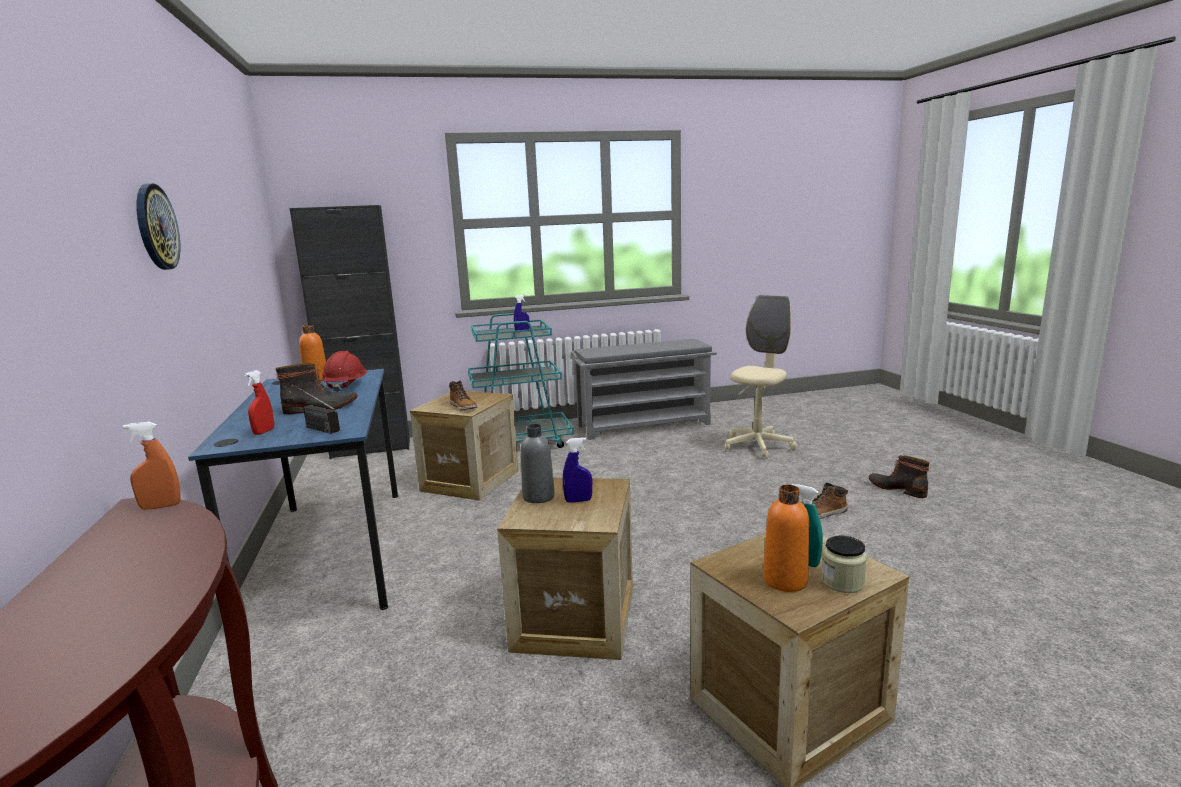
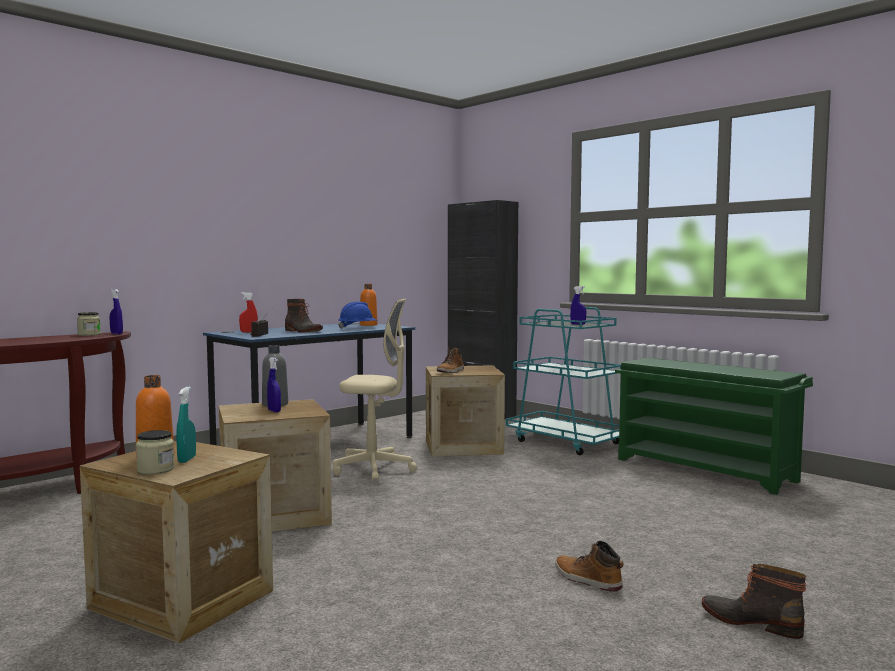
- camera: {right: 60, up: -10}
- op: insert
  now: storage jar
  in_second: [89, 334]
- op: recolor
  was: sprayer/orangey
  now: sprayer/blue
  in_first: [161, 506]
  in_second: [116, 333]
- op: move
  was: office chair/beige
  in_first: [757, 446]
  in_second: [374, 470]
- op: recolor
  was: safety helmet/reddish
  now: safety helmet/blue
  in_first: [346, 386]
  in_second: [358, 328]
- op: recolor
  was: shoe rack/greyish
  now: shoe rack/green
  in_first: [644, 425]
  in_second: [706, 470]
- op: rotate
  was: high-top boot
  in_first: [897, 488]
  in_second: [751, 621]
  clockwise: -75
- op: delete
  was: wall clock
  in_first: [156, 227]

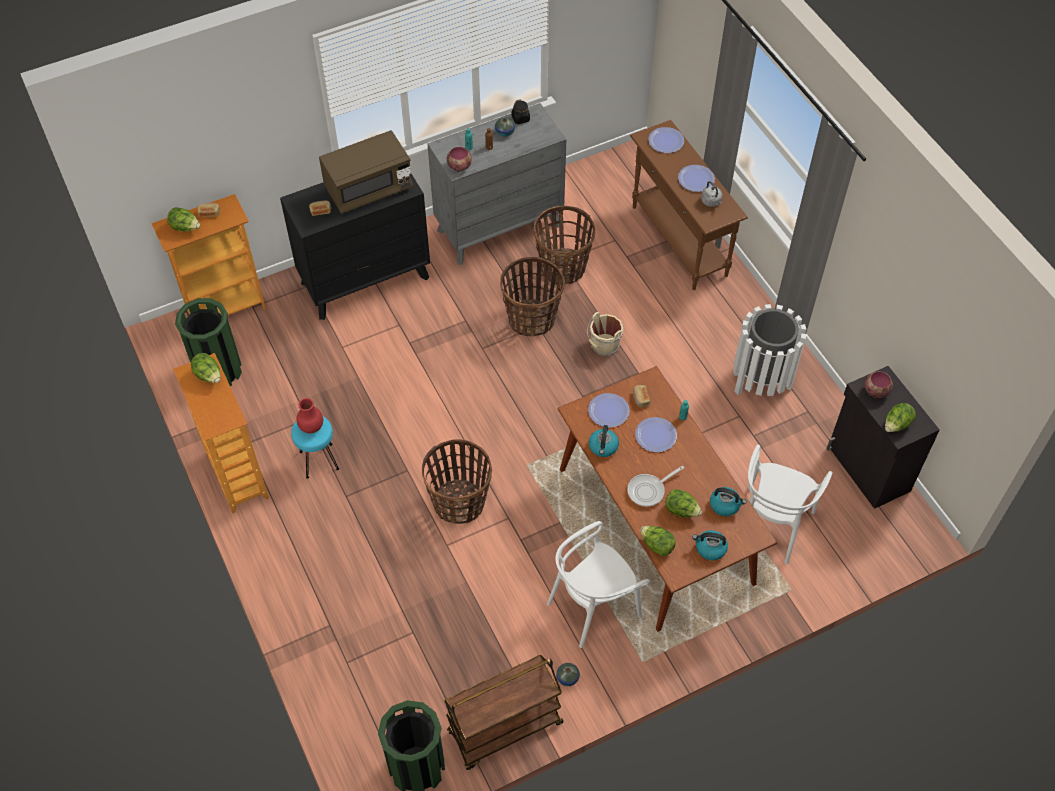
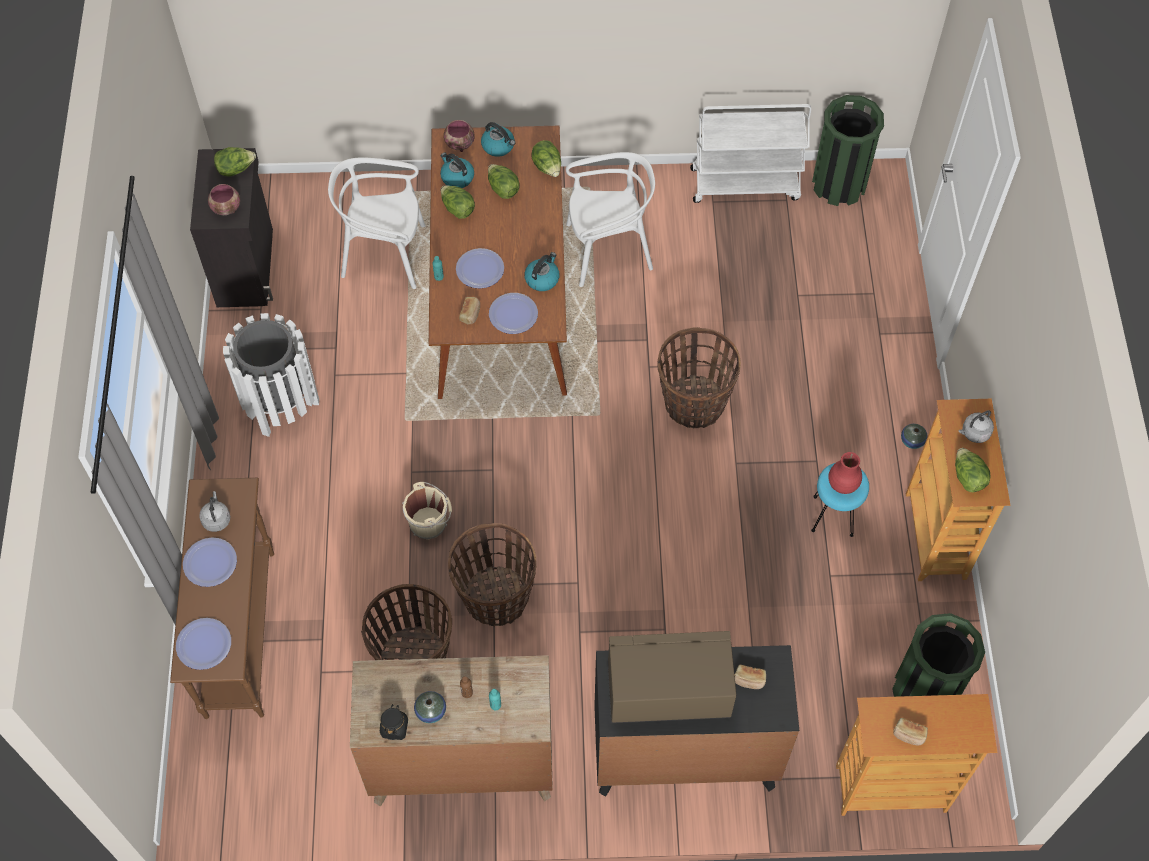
- camera: {right: -155, up: 5}
- op: rotate
  was: plain chair/white-coloured
  in_first: [771, 525]
  in_second: [385, 254]
  clockwise: -135
- op: recolor
  was: drawer chest/greyish
  now: drawer chest/brownish
  in_first: [499, 227]
  in_second: [462, 764]
- op: move
  was: lettuce
  in_first: [185, 228]
  in_second: [457, 209]
- op: move
  was: deep dish
  in_first: [460, 166]
  in_second: [459, 144]
- op: recolor
  was: cart/brownish
  now: cart/white-coloured
  in_first: [504, 729]
  in_second: [745, 183]
- op: move
  was: decorative vase
  in_first: [567, 678]
  in_second: [912, 441]
- op: insert
  now: tea kettle/greyish
  in_second: [974, 433]
- op: delete
  was: frying pan
  in_first: [649, 490]

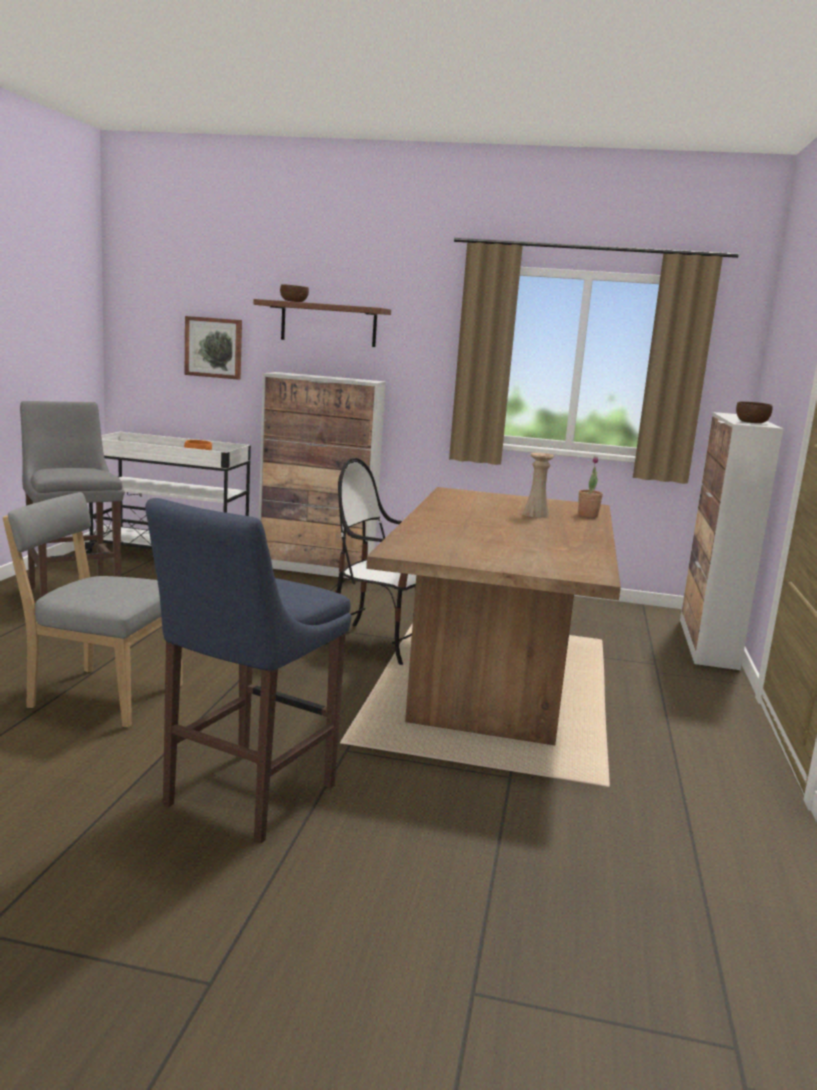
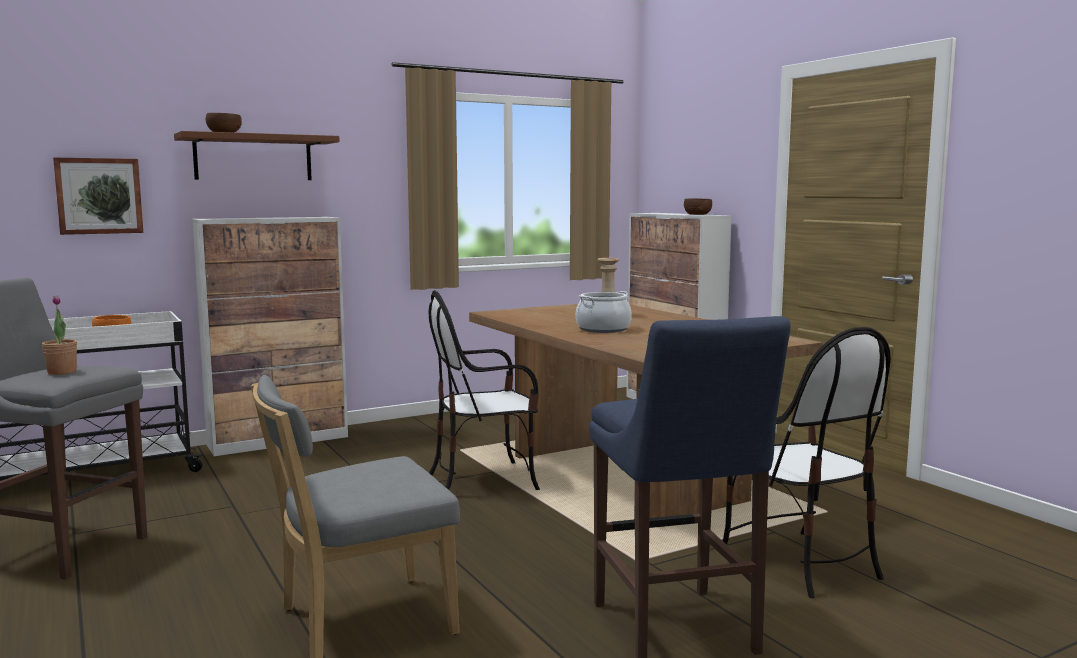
- camera: {right: -40, up: -5}
- op: move
  was: houseplant
  in_first: [587, 515]
  in_second: [62, 372]
- op: insert
  now: saucepot
  in_second: [603, 329]
- op: insert
  now: plain chair
  in_second: [799, 563]

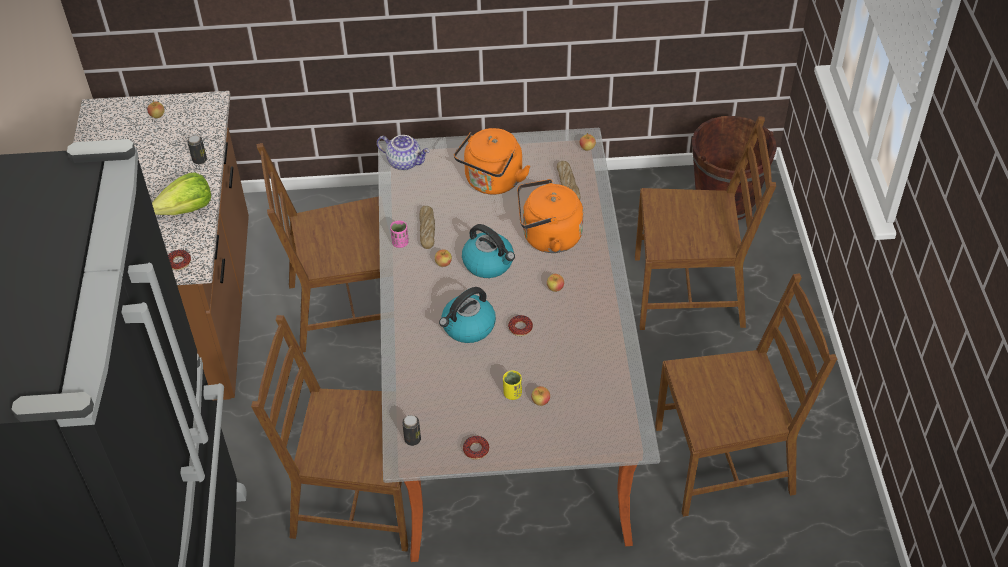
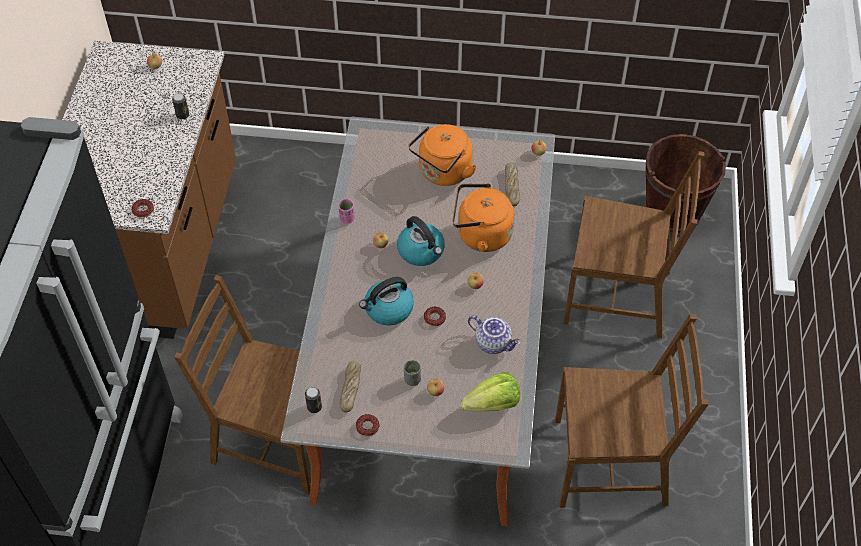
- camera: {right: 10, up: 5}
- op: move
  was: bread
  in_first: [427, 230]
  in_second: [350, 388]
- op: recolor
  was: drinking cup/yellowish
  now: drinking cup/greyish
  in_first: [512, 393]
  in_second: [412, 379]
- op: move
  was: lettuce
  in_first: [187, 209]
  in_second: [493, 404]
- op: move
  was: teapot
  in_first: [405, 162]
  in_second: [494, 342]
- op: delete
  was: plain chair/brownish
  in_first: [345, 309]

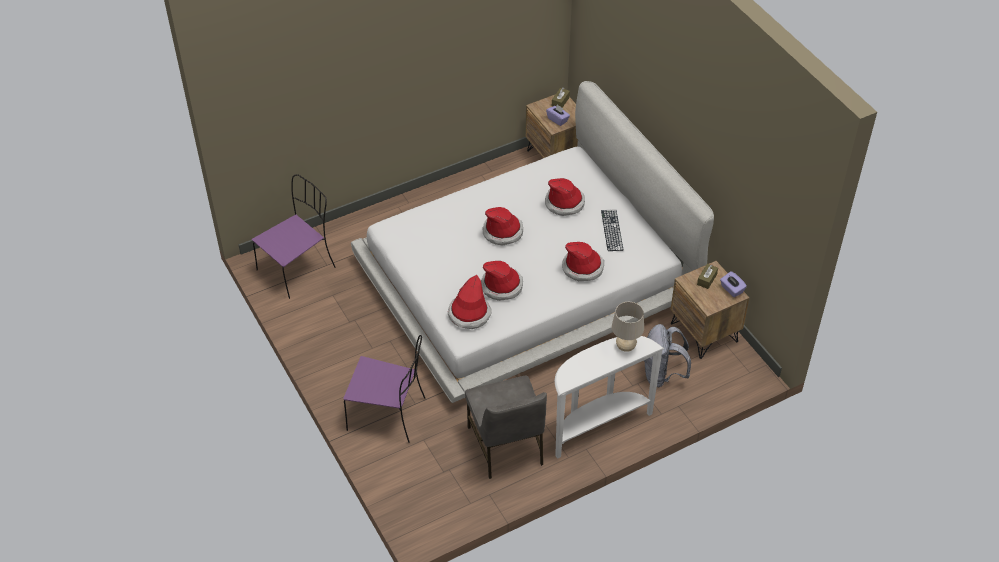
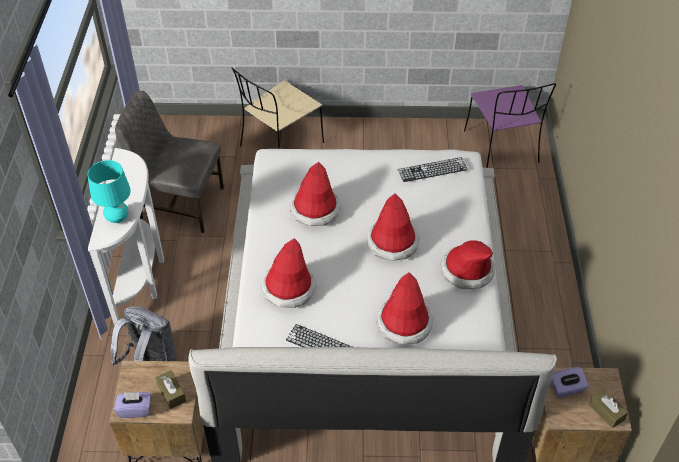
- camera: {right: 120, up: 0}
- op: recolor
  was: lamp for a table/beige
  now: lamp for a table/blue-green
  in_first: [625, 347]
  in_second: [117, 218]
- op: recolor
  was: plain chair/purplish
  now: plain chair/beige
  in_first: [388, 414]
  in_second: [280, 145]
- op: insert
  now: keyboard
  in_second: [432, 170]
- op: move
  was: clothing hat
  in_first: [469, 314]
  in_second: [467, 270]

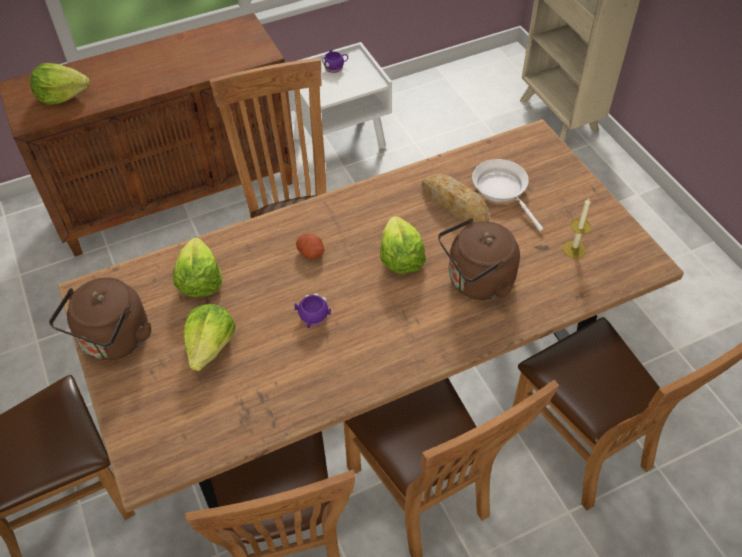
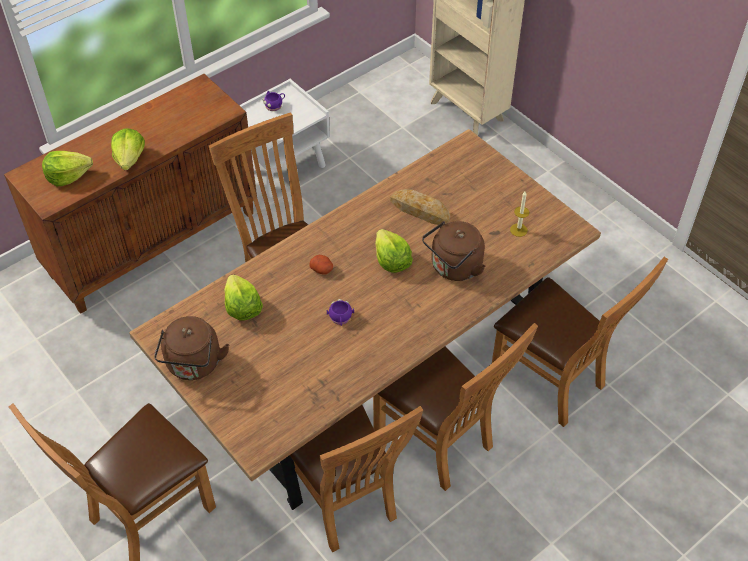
- camera: {right: -15, up: 0}
- op: move
  was: lettuce
  in_first: [210, 346]
  in_second: [130, 158]
- op: delete
  was: frying pan/white-coloured
  in_first: [502, 190]

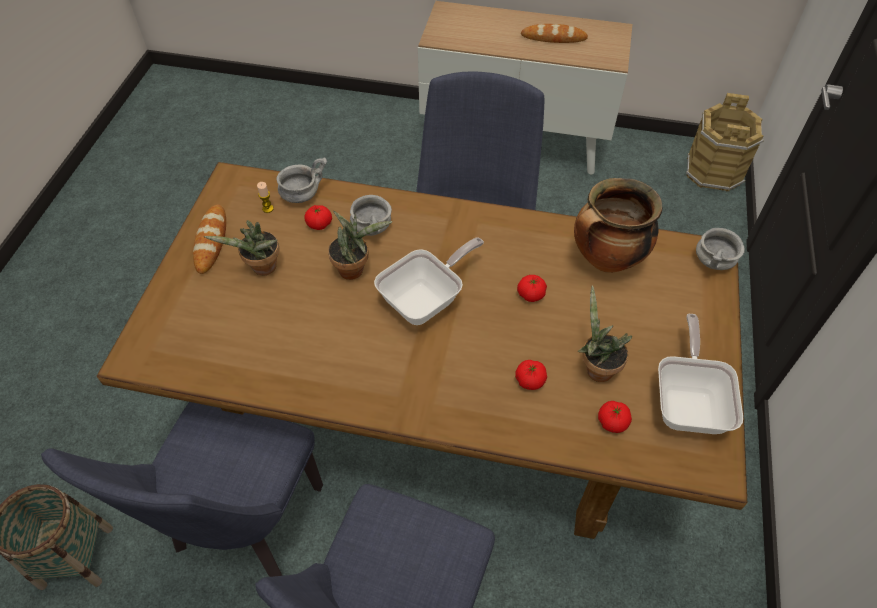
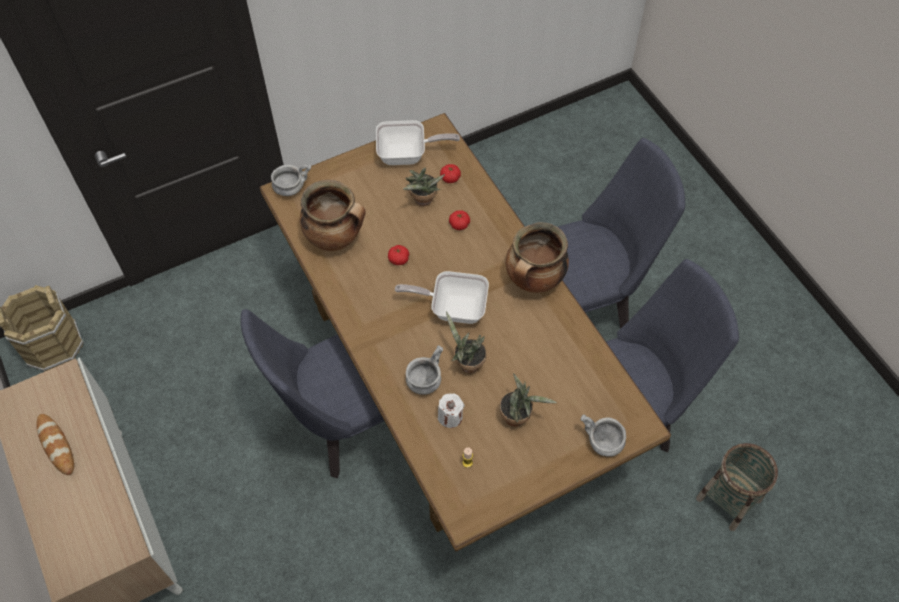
- camera: {right: -130, up: 5}
- op: rotate
  was: frying pan
  in_first: [688, 402]
  in_second: [407, 155]
  clockwise: -150
- op: replace
  was: tomato
  now: wax light/white-coloured
  in_first: [319, 224]
  in_second: [450, 417]
- op: insert
  now: saucepot
  in_second: [534, 282]
- op: move
  was: deep dish/greyish
  in_first: [301, 195]
  in_second: [603, 443]
- op: delete
  was: bread
  in_first: [211, 241]

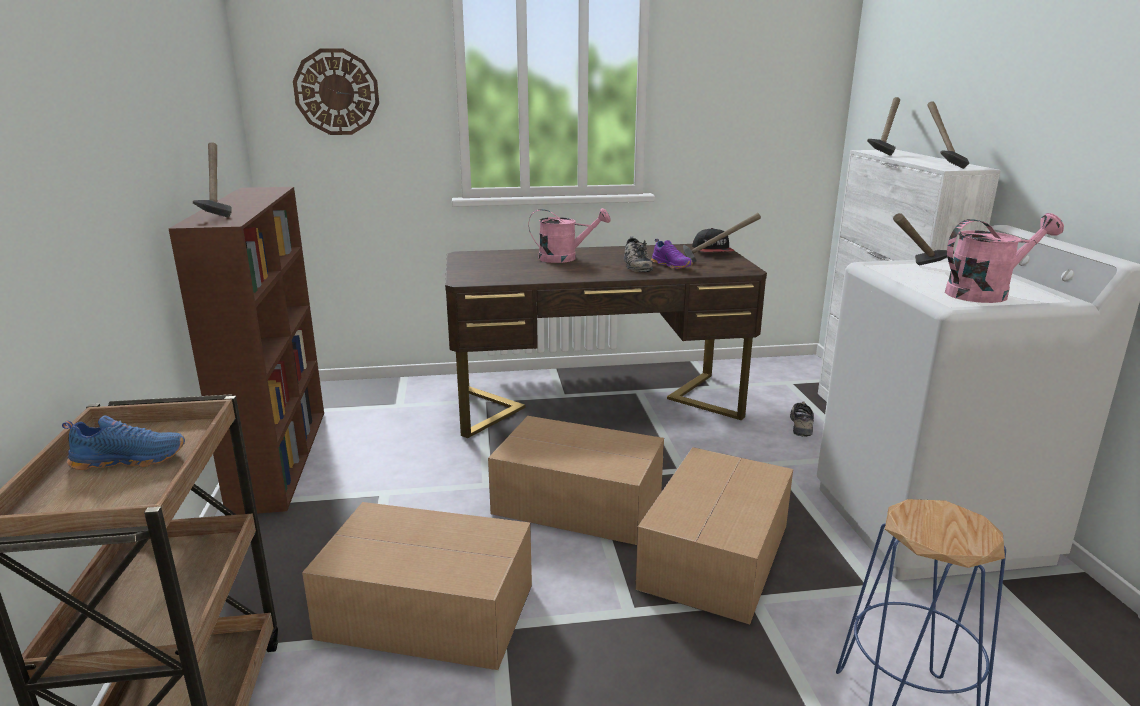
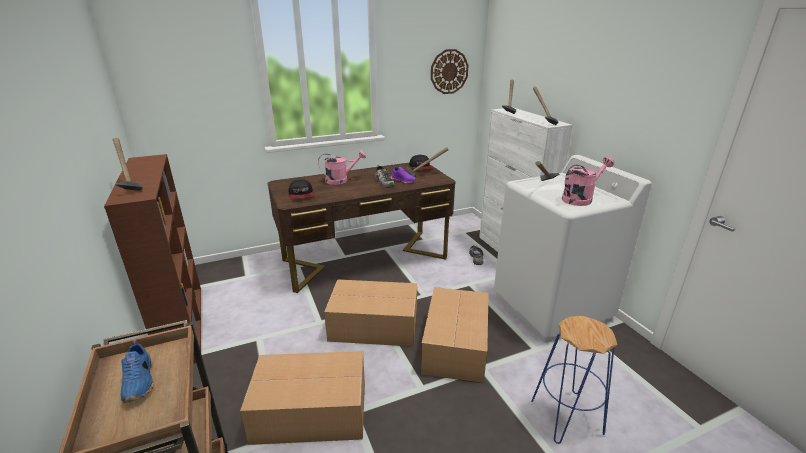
- camera: {right: -15, up: 5}
- op: rotate
  was: shoe/blue
  in_first: [131, 459]
  in_second: [140, 381]
  clockwise: 90
- op: insert
  now: baseball cap
  in_second: [301, 194]
- op: move
  was: wall clock
  in_first: [336, 92]
  in_second: [449, 71]

